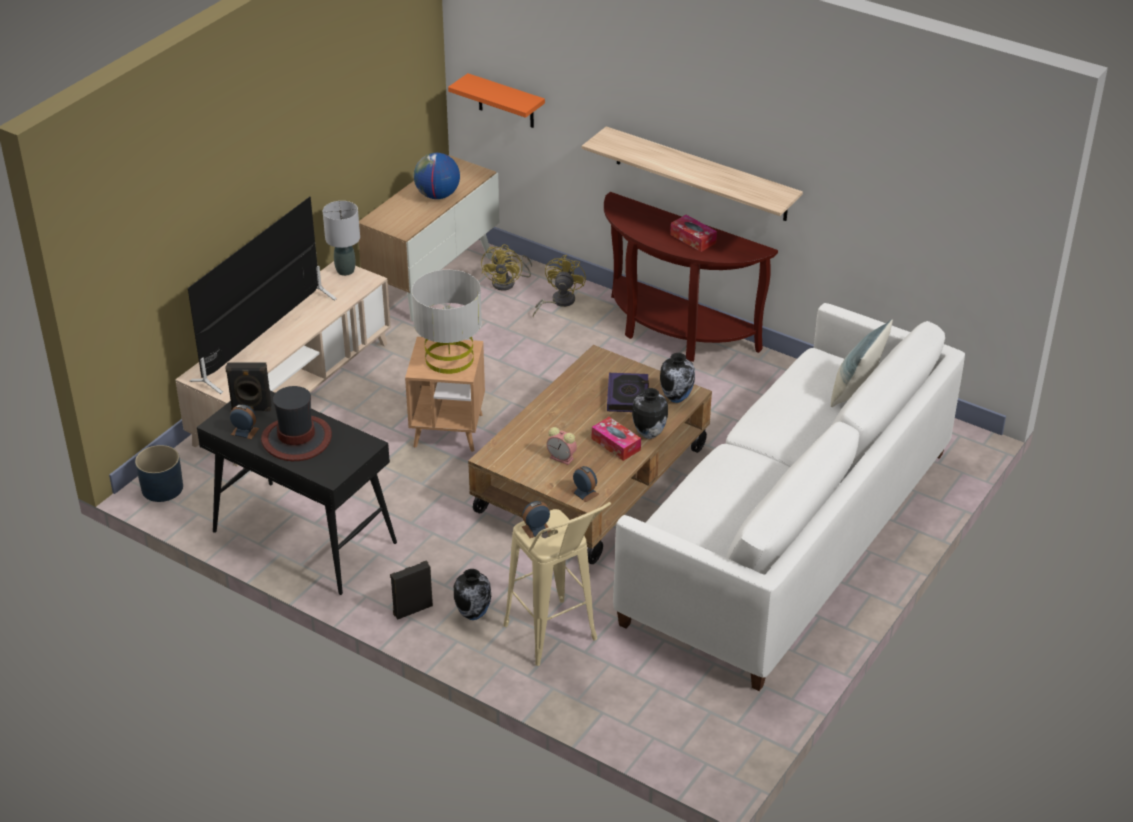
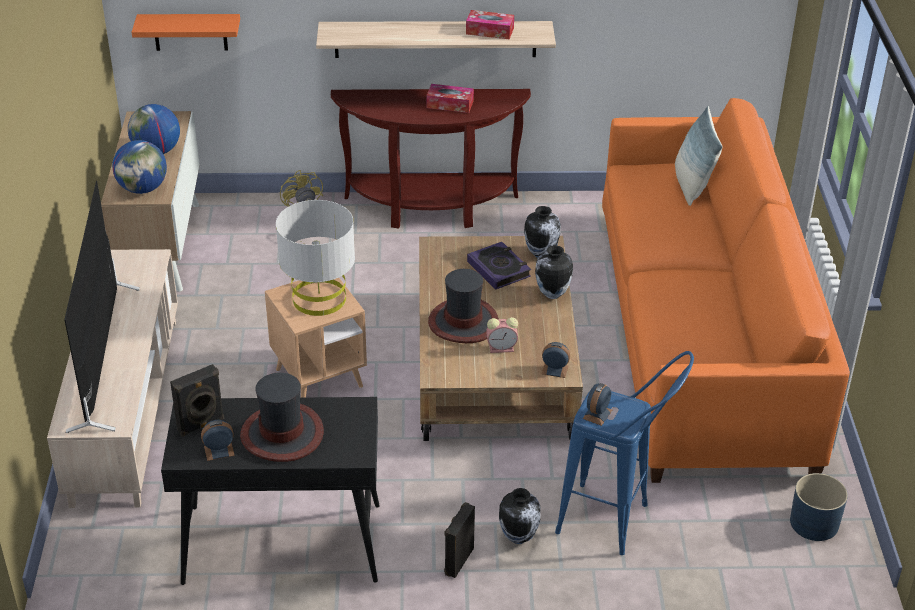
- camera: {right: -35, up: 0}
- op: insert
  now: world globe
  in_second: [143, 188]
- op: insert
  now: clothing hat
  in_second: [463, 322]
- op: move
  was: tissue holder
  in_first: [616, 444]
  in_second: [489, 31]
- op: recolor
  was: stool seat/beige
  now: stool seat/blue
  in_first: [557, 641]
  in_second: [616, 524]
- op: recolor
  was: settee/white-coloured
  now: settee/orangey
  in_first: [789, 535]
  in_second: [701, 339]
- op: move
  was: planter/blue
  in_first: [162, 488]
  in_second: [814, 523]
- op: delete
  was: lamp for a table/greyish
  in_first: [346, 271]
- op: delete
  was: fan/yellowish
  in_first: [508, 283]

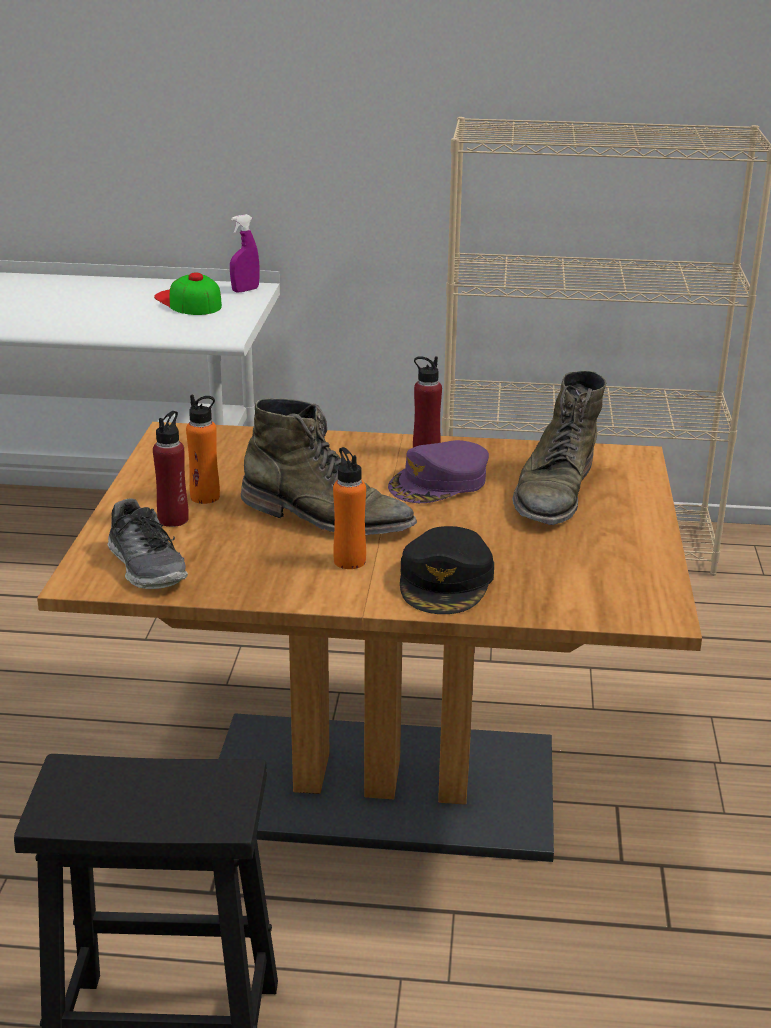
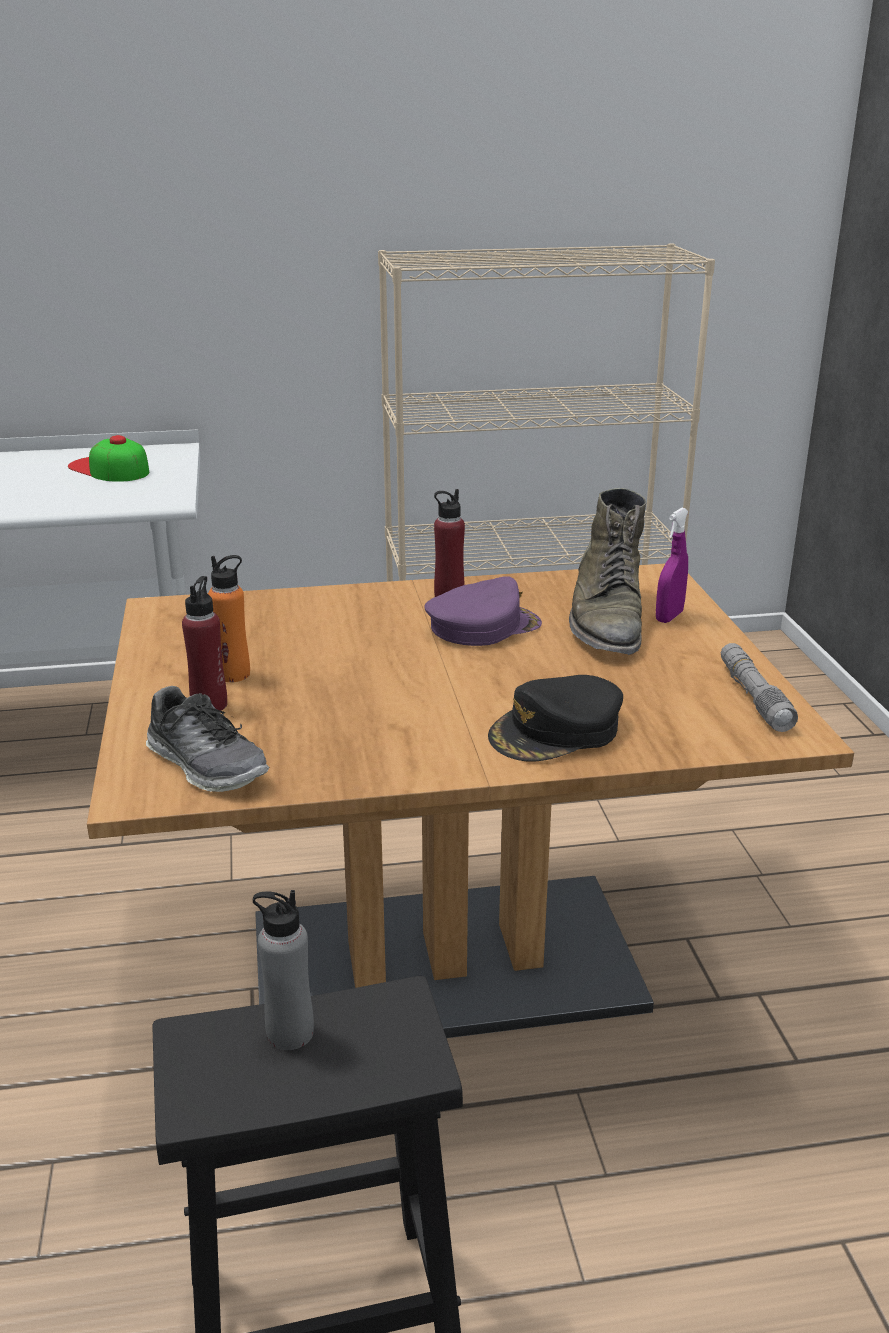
- camera: {right: -15, up: 0}
- op: insert
  now: beverage bottle/greyish
  in_second: [289, 1032]
- op: rotate
  was: baseball cap/purplish
  in_first: [439, 483]
  in_second: [482, 626]
  clockwise: -150
- op: rotate
  was: baseball cap/blackish
  in_first: [446, 581]
  in_second: [556, 731]
  clockwise: 60
- op: move
  was: sprayer/purplish
  in_first: [245, 290]
  in_second: [669, 617]
- op: insert
  now: torch/greyish
  in_second: [753, 696]
- op: delete
  was: high-top boot/green
  in_first: [326, 518]
- op: delete
  was: beverage bottle/orangey
  in_first: [349, 561]

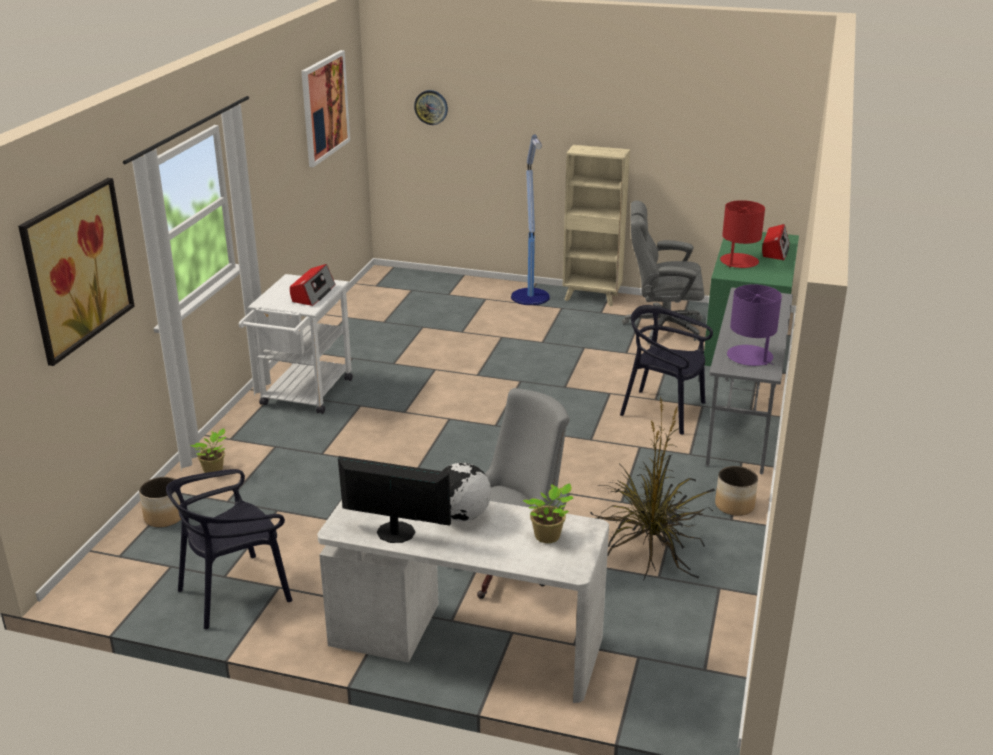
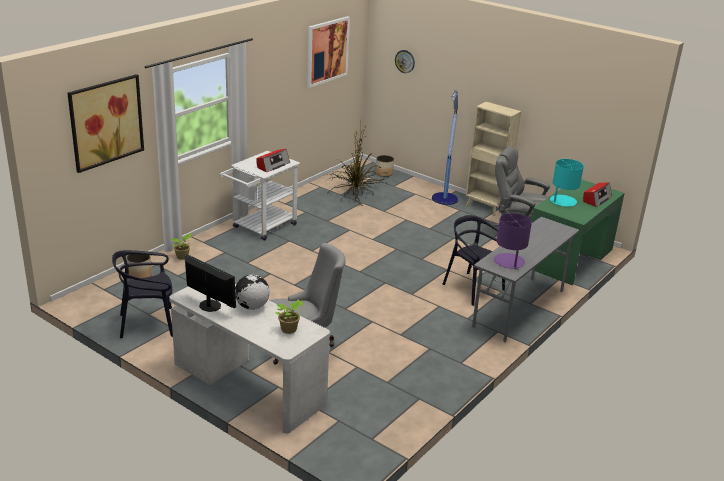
- camera: {right: 20, up: 0}
- op: move
  was: houseplant
  in_first: [646, 543]
  in_second: [353, 192]
- op: move
  was: planter
  in_first: [734, 505]
  in_second: [384, 173]
- op: recolor
  was: lamp for a table/reddish
  now: lamp for a table/blue-green
  in_first: [738, 262]
  in_second: [562, 201]

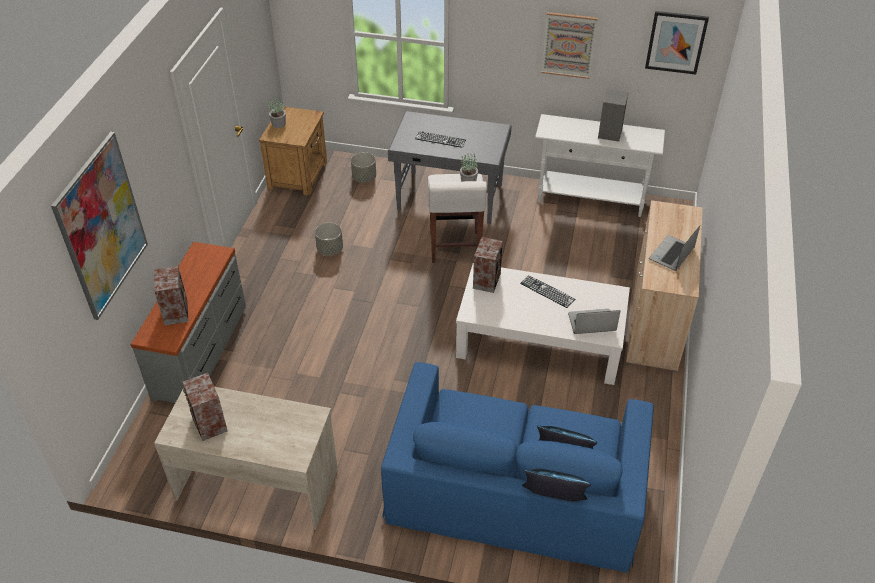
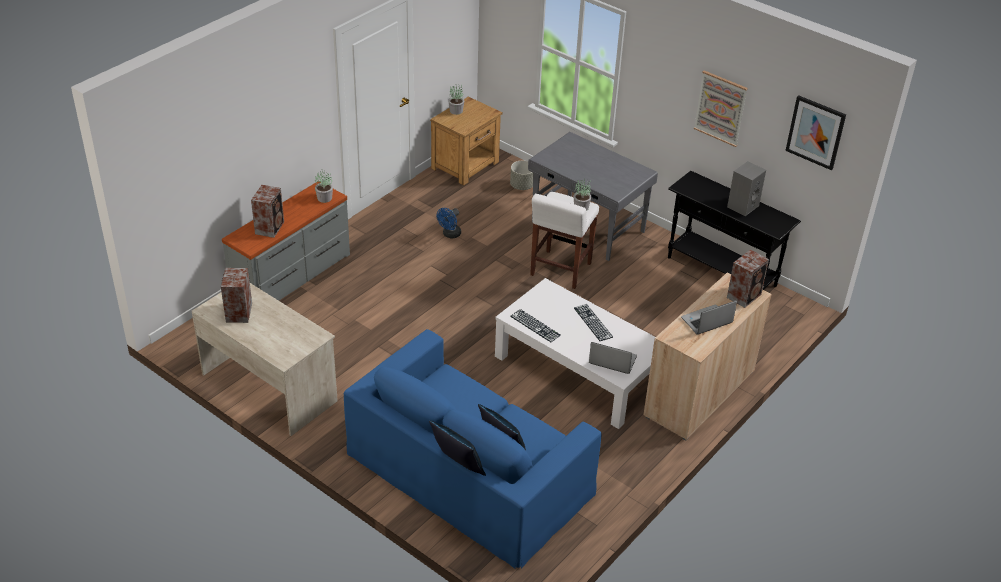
- camera: {right: 25, up: -5}
- op: insert
  now: houseplant
  in_second: [325, 198]
- op: replace
  was: planter/greyish
  now: fan/blue
  in_first: [330, 249]
  in_second: [450, 235]
- op: move
  was: keyboard
  in_first: [440, 139]
  in_second: [535, 325]
- op: recolor
  was: console table/white-coloured
  now: console table/blackish
  in_first: [591, 199]
  in_second: [721, 272]
- op: move
  was: loudspeaker
  in_first: [487, 280]
  in_second: [745, 295]
- op: delete
  was: wall art
  in_first: [102, 226]

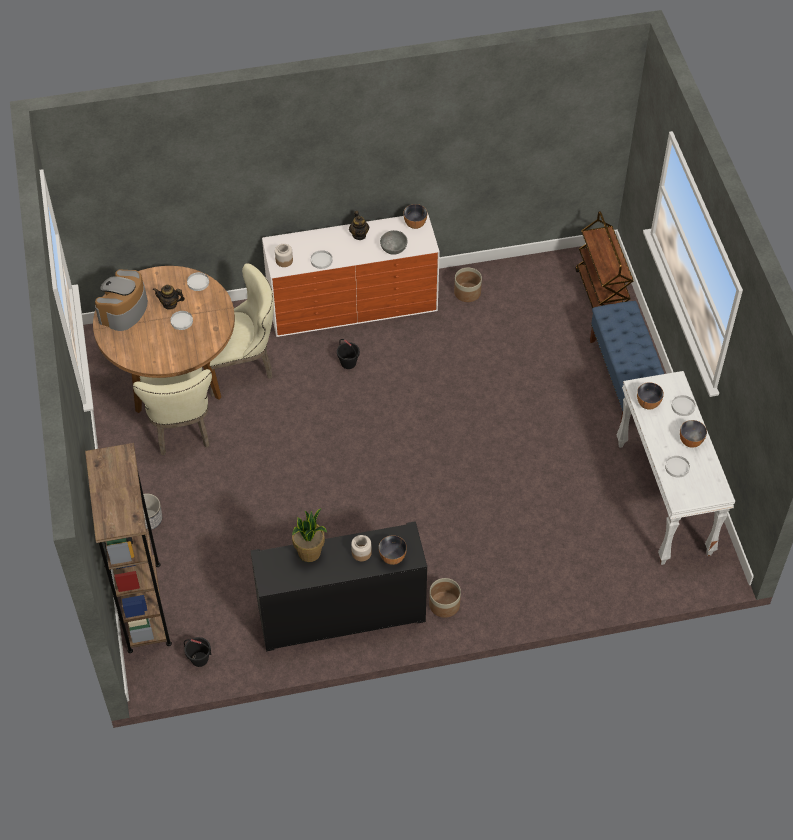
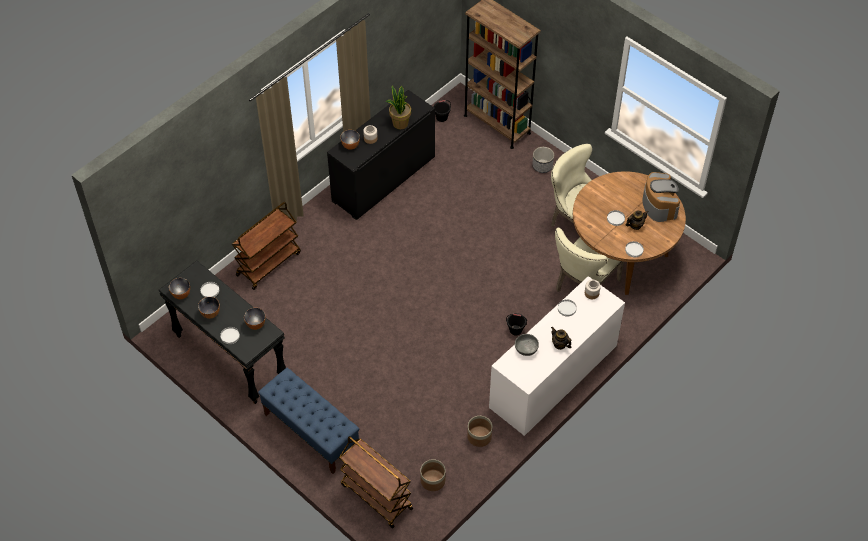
- camera: {right: 145, up: 0}
- op: recolor
  was: console table/white-coloured
  now: console table/blackish
  in_first: [664, 499]
  in_second: [229, 357]
- op: move
  was: deep dish
  in_first: [415, 224]
  in_second: [181, 294]
- op: insert
  now: cart/brownish
  in_second: [268, 263]
- op: move
  was: planter
  in_first: [444, 604]
  in_second: [432, 480]

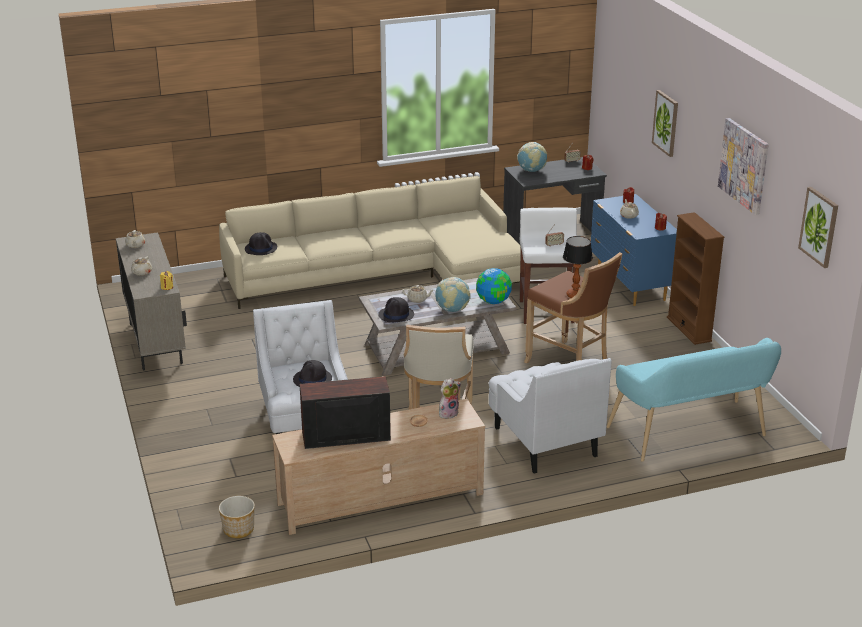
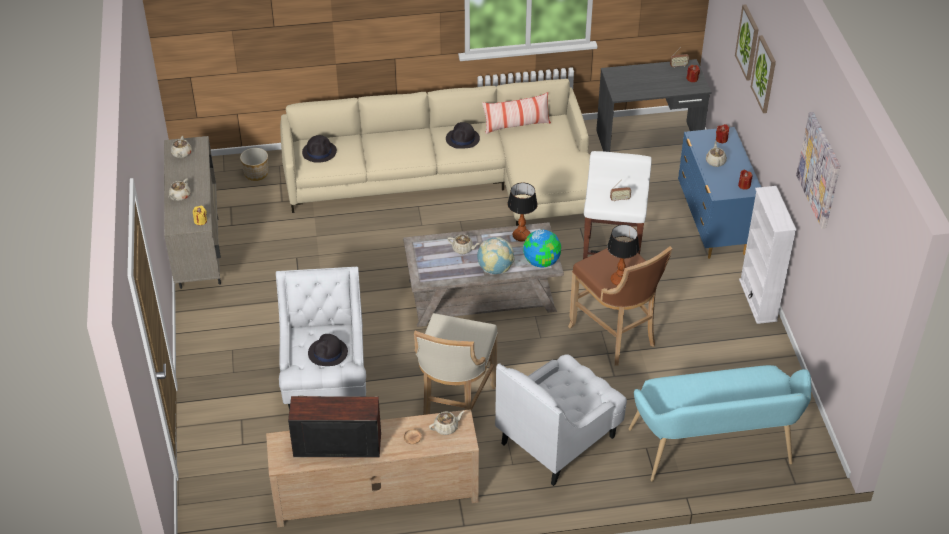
- camera: {right: 10, up: 15}
- op: move
  was: planter
  in_first: [238, 529]
  in_second: [256, 173]
- op: replace
  was: plush toy
  now: teapot/beige
  in_first: [448, 413]
  in_second: [446, 427]
- op: move
  was: clothing hat/blackish
  in_first: [396, 315]
  in_second: [462, 139]
- op: insert
  now: cushion
  in_second: [516, 125]
- op: rotate
  was: armchair/white-coloured
  in_first: [544, 441]
  in_second: [559, 439]
  clockwise: 60
- op: insert
  now: lamp for a table
  in_second: [521, 236]
- op: move
  was: wall art
  in_first: [819, 227]
  in_second: [748, 42]
- op: recolor
  was: shelving unit/brownish
  now: shelving unit/white-coloured
  in_first: [689, 329]
  in_second: [758, 300]
- op: delete
  was: world globe
  in_first: [531, 170]

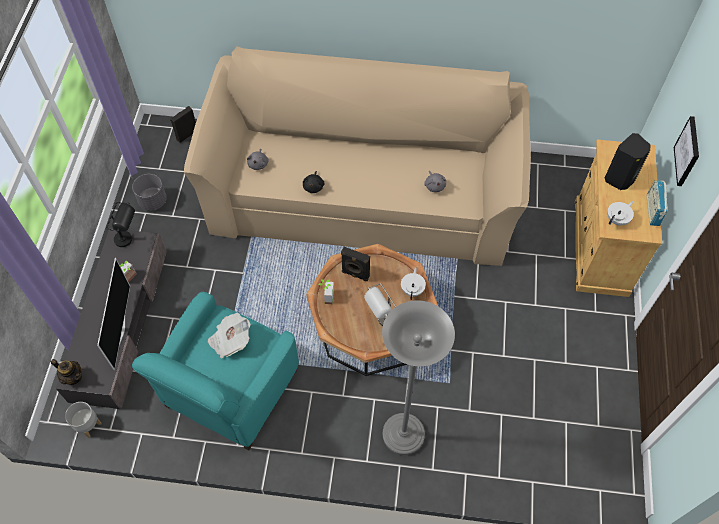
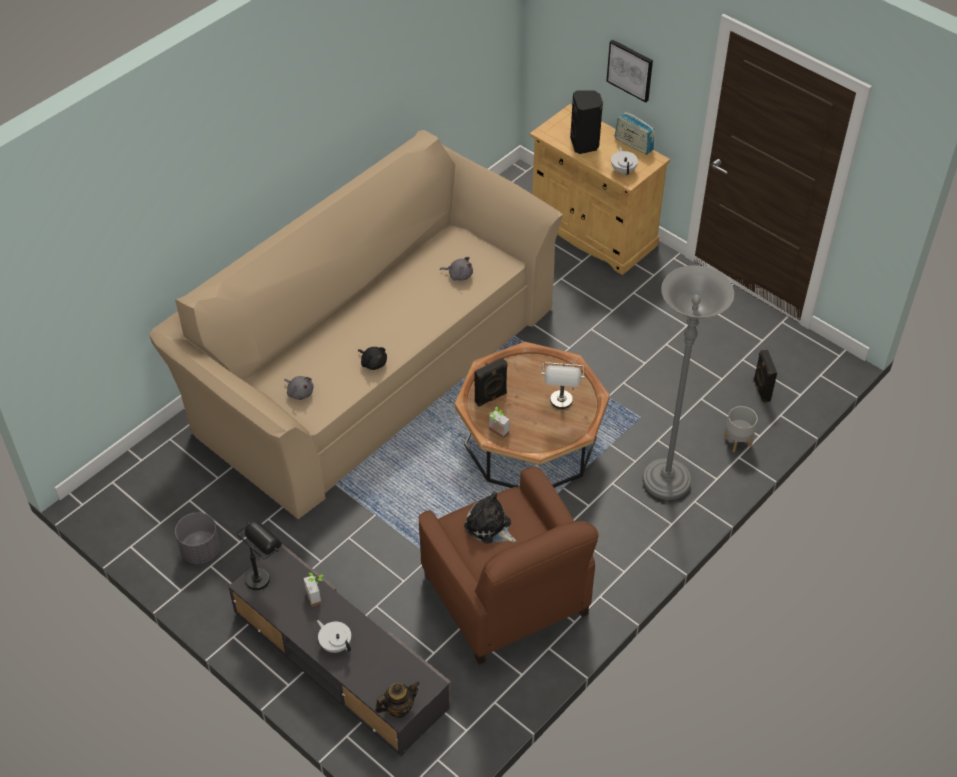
- camera: {right: -55, up: -10}
- op: move
  was: teapot/white-coloured
  in_first: [412, 289]
  in_second: [335, 644]
- op: recolor
  was: armchair/blue-green
  now: armchair/brownish
  in_first: [230, 389]
  in_second: [506, 596]
- op: replace
  was: printed paper
  now: plush toy
  in_first: [230, 340]
  in_second: [489, 527]
- op: move
  was: planter/greyish
  in_first: [88, 426]
  in_second: [737, 442]
- op: move
  was: loudspeaker/blackish
  in_first: [186, 134]
  in_second: [761, 390]
- op: delete
  was: television
  in_first: [120, 330]

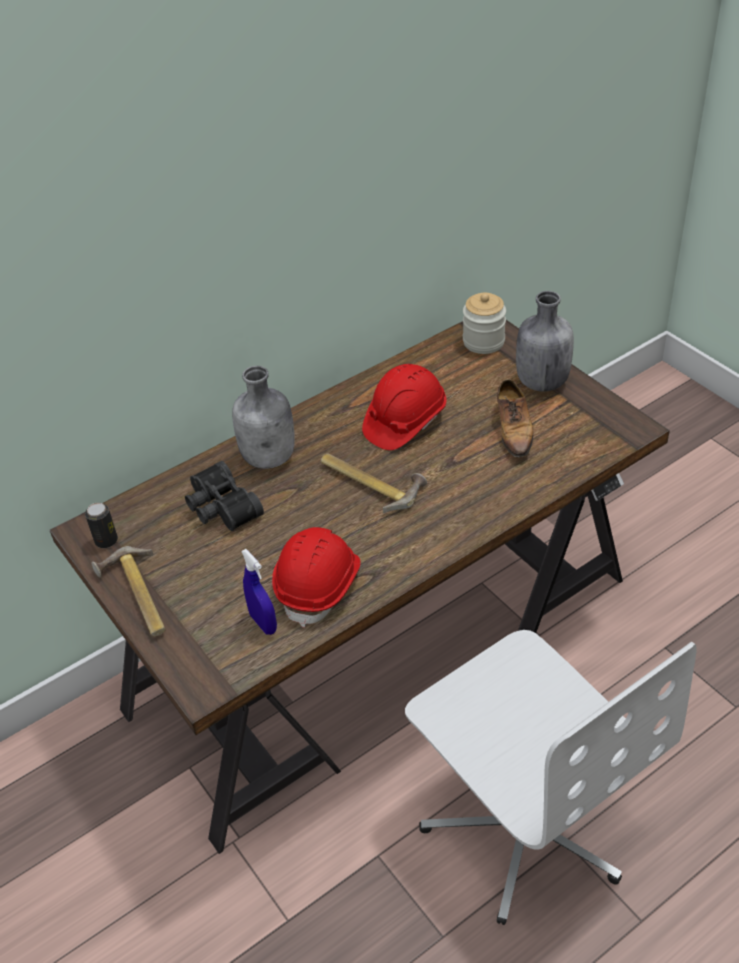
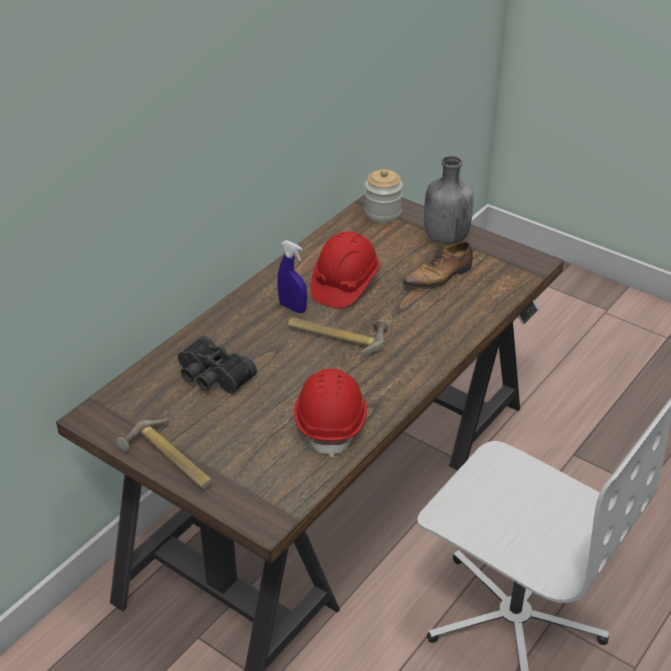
- camera: {right: -20, up: -5}
- op: move
  was: sprayer/blue
  in_first: [263, 623]
  in_second: [292, 307]
- op: rotate
  was: shoe
  in_first: [514, 429]
  in_second: [439, 277]
  clockwise: 75
- op: delete
  was: can
  in_first: [106, 541]
- op: delete
  was: beverage bottle/greyish
  in_first: [270, 457]

